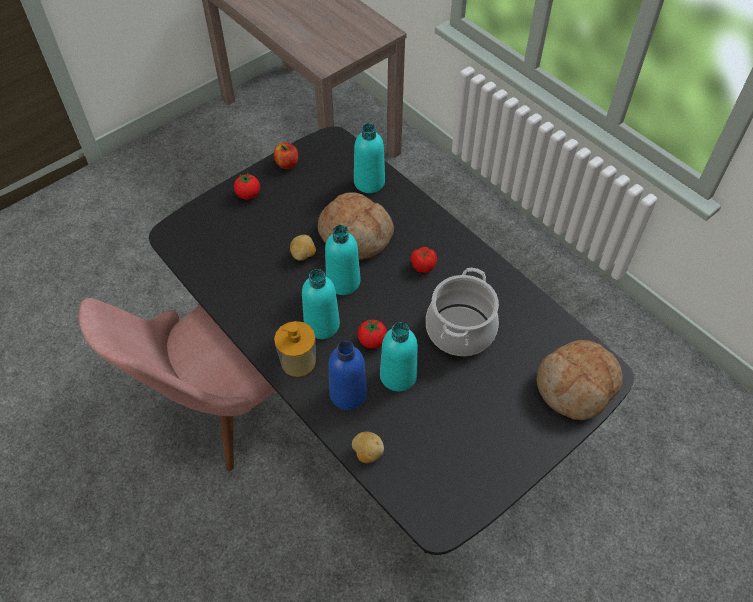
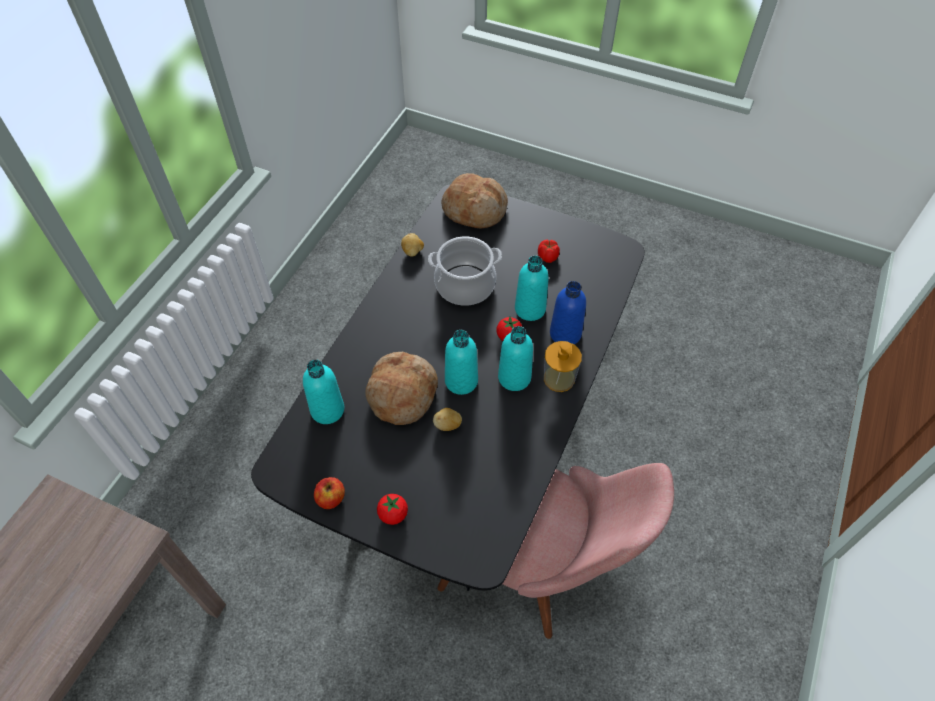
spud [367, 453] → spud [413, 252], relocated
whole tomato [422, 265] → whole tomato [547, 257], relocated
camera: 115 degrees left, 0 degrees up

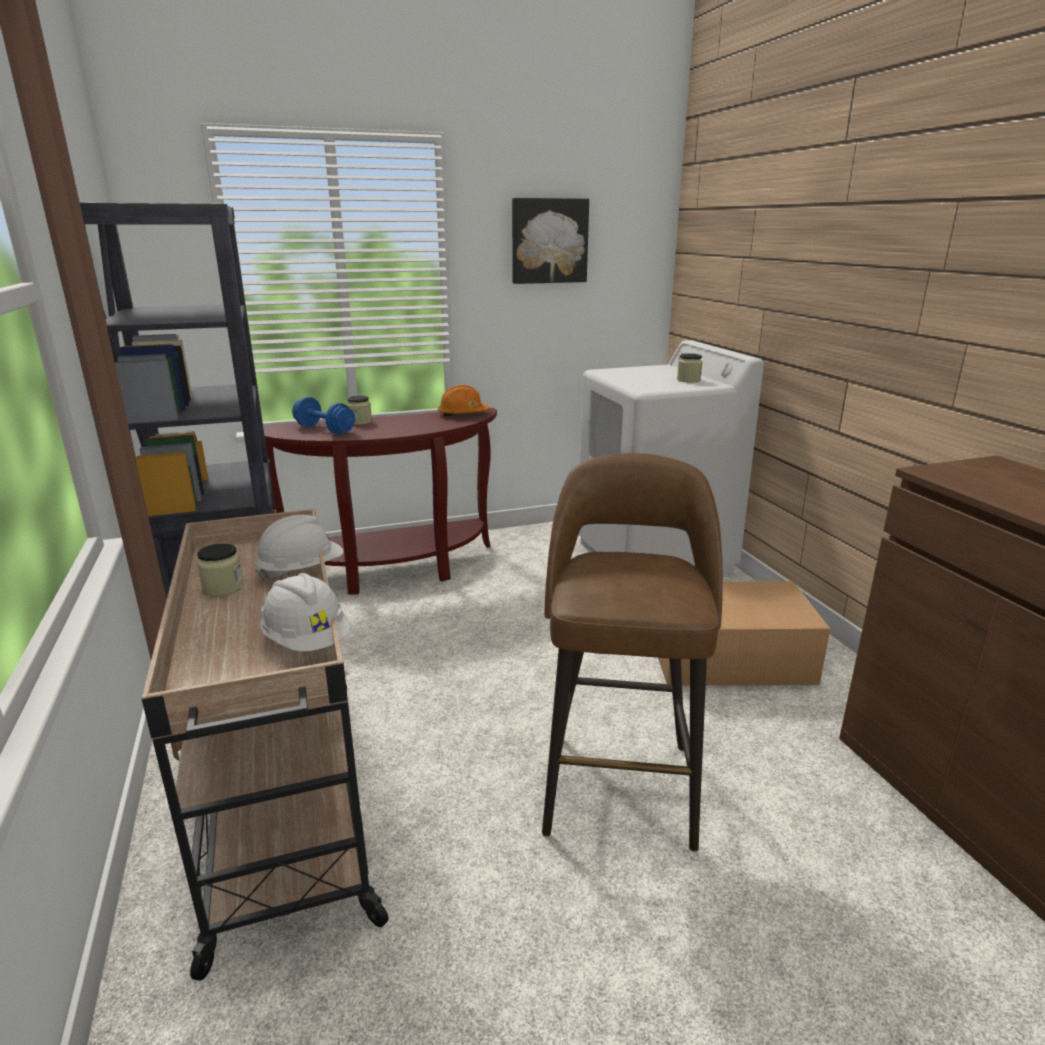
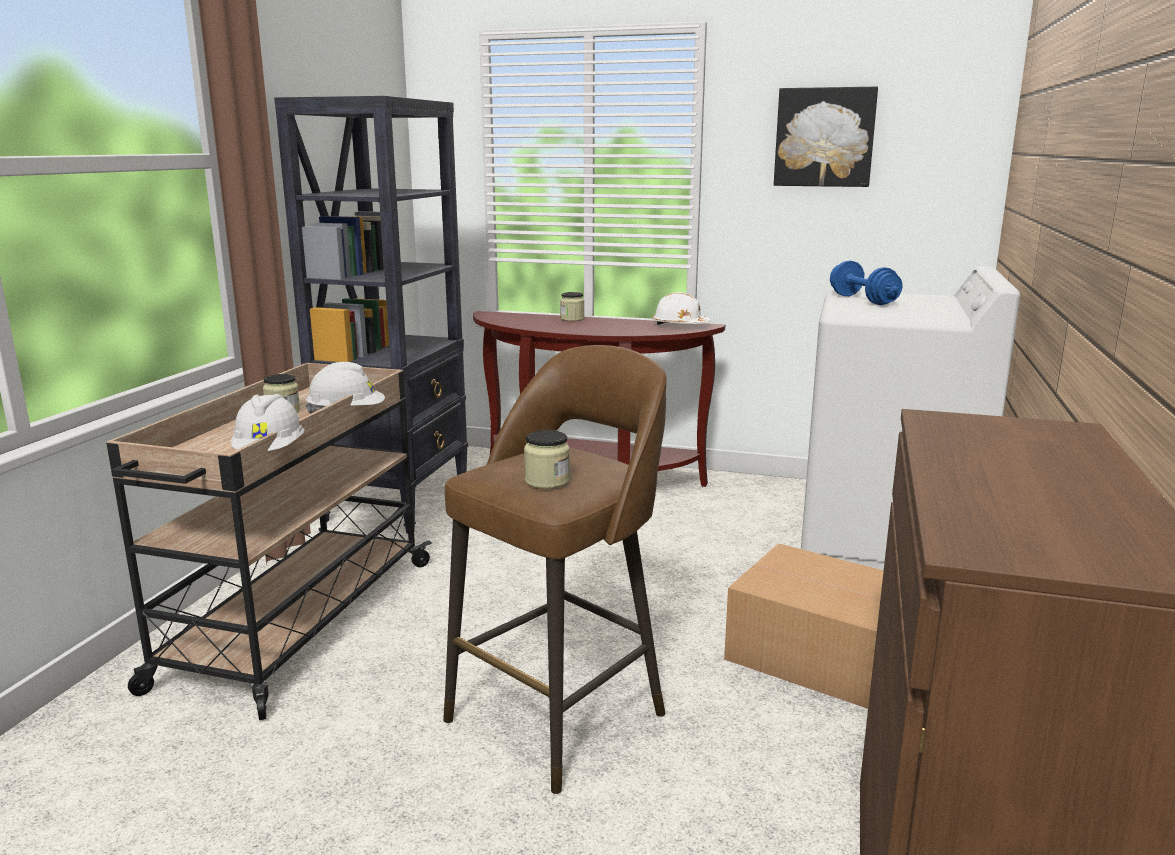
blue-coloured hand weight [324, 430] → blue-coloured hand weight [863, 300], relocated
orange-coloured work helmet [463, 414] → white-coloured work helmet [680, 325]
storage jar [688, 380] → storage jar [547, 481], relocated
camera: 35 degrees right, 5 degrees down

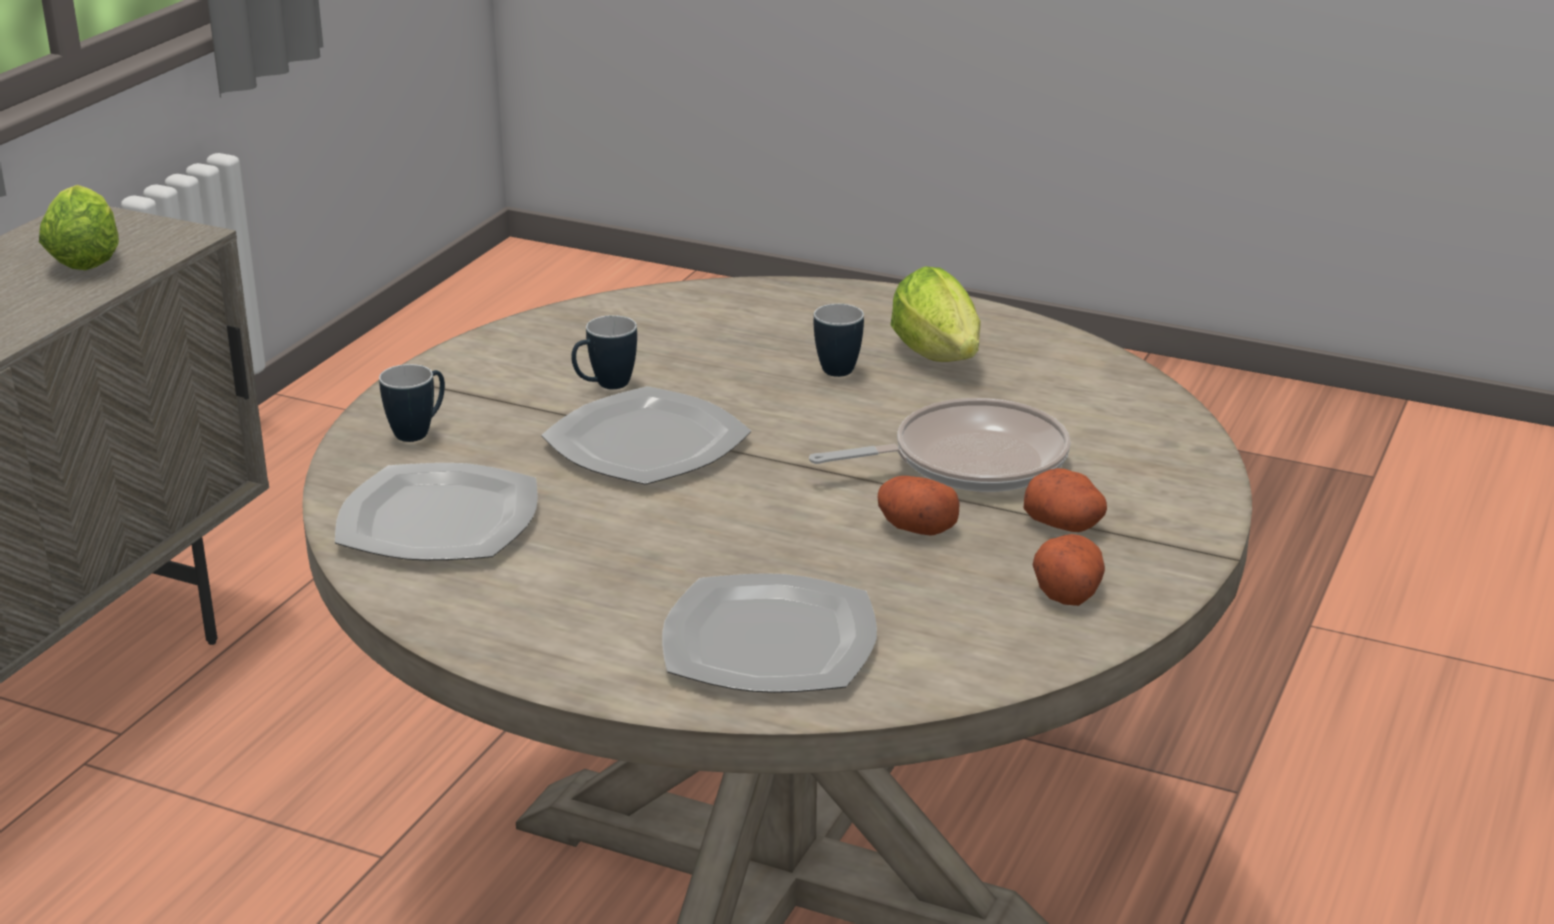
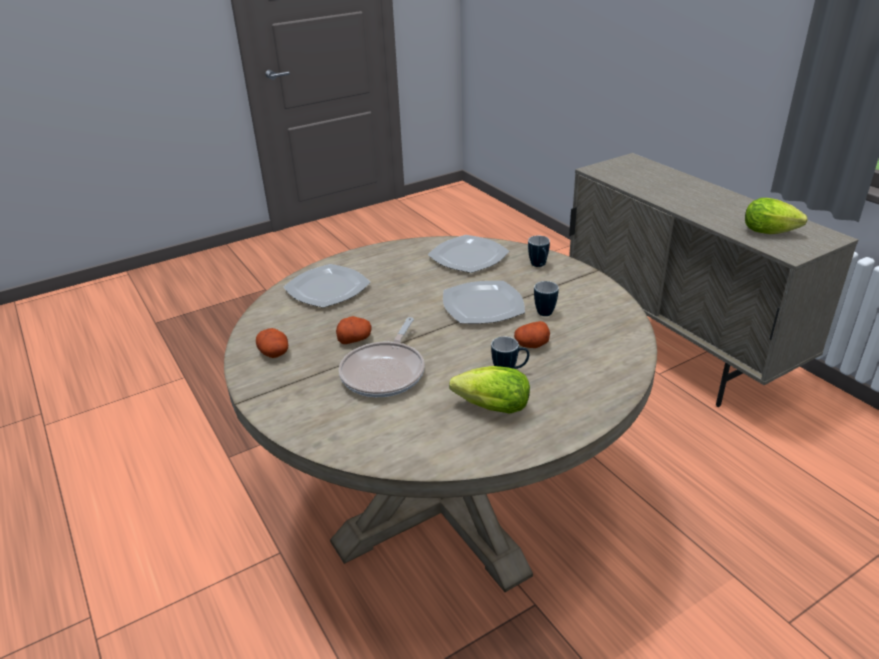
spud [1065, 524] → spud [531, 345], relocated
camera: 125 degrees right, 5 degrees up

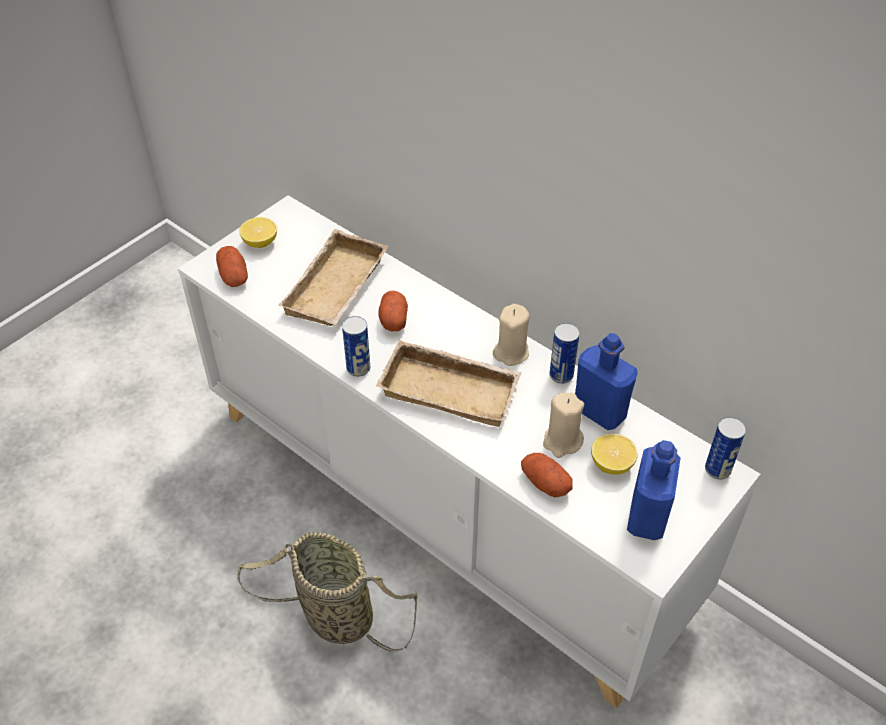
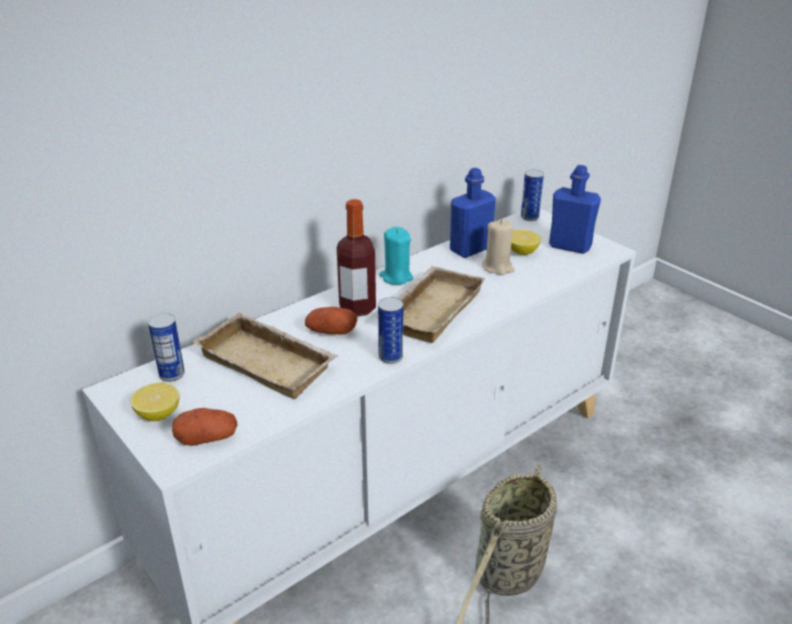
beige wax candle [511, 352] → turquoise wax candle [396, 277]
spud [545, 483] → -
can [561, 375] → can [172, 374], relocated
- → bottle [357, 308]
camera: 80 degrees left, 15 degrees down

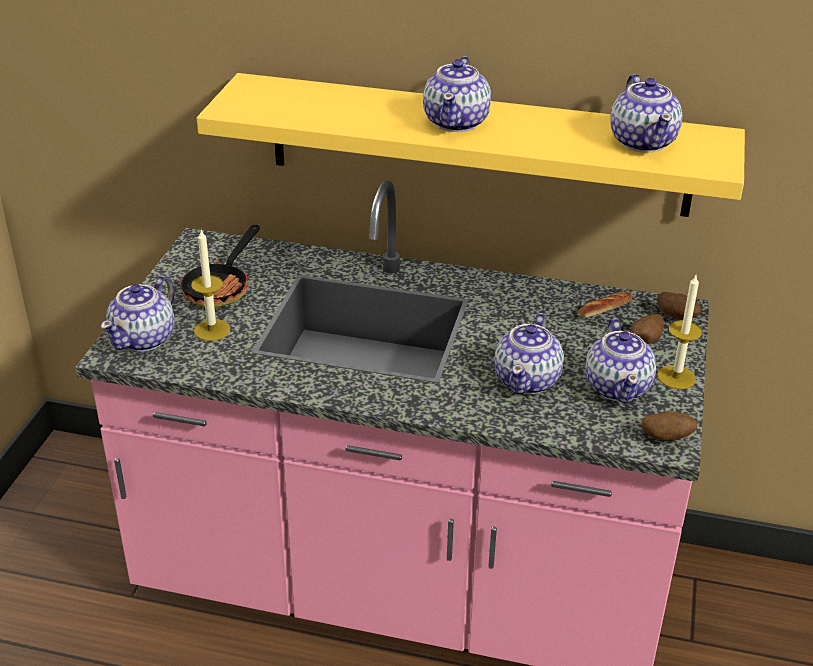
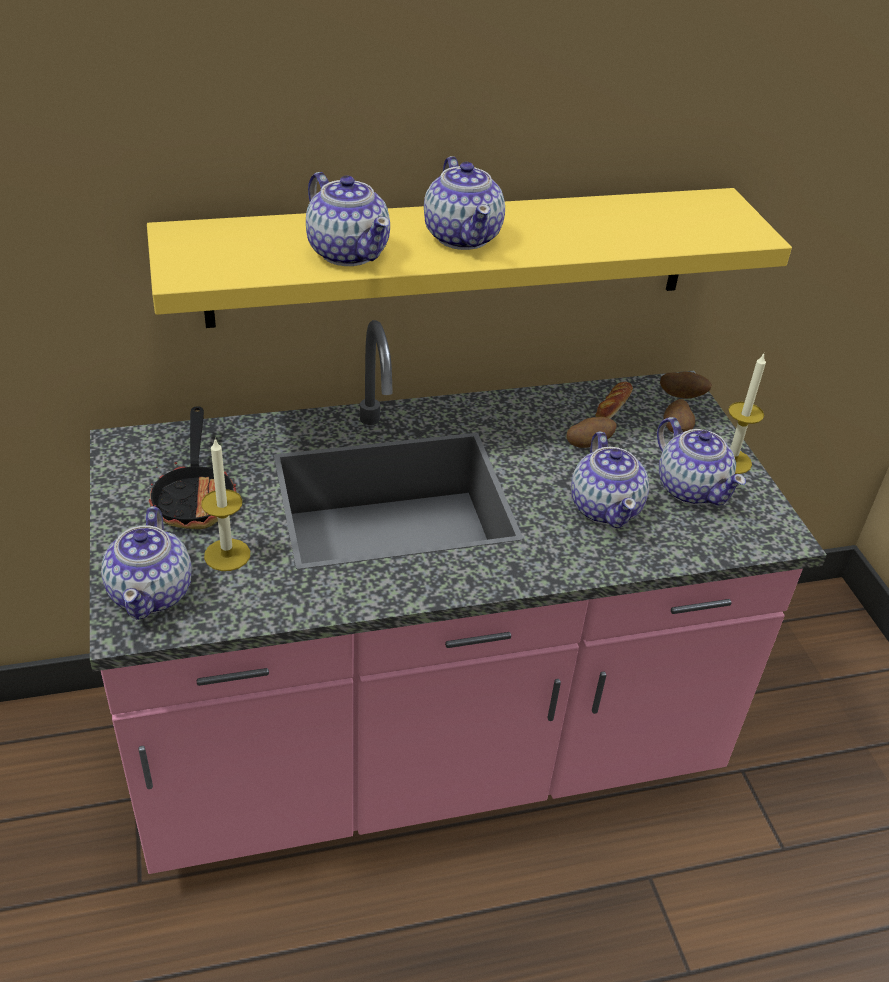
tea pot [643, 142] → tea pot [348, 252], relocated
spud [666, 438] → spud [588, 444], relocated
camera: 30 degrees left, 5 degrees up

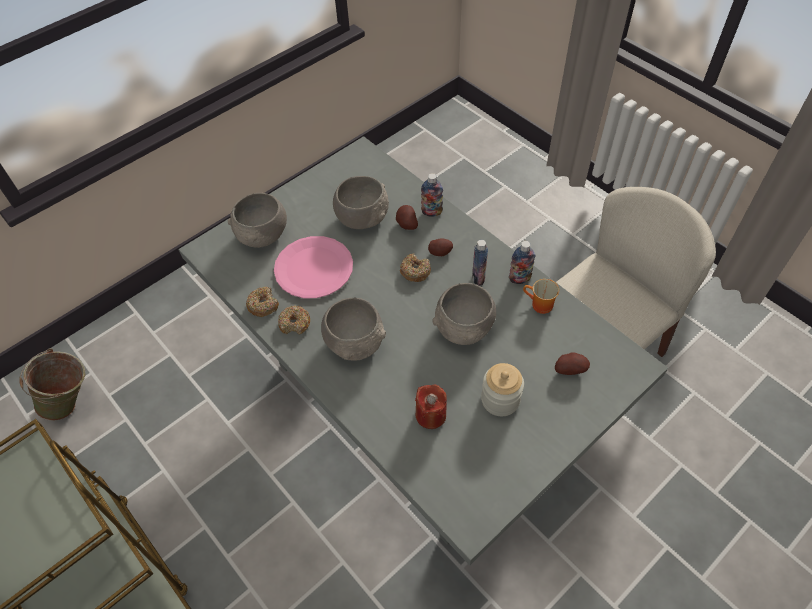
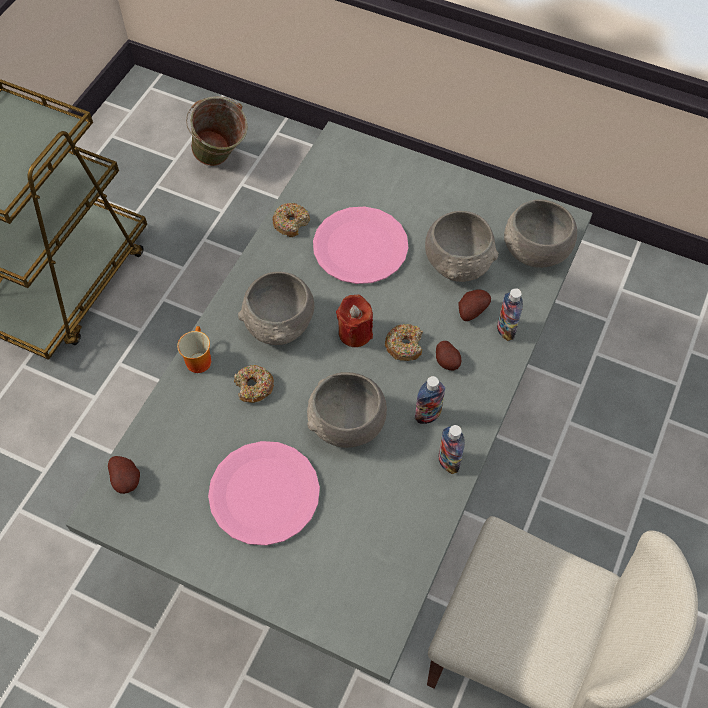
greyish deep dish [263, 235] → greyish deep dish [535, 251], relocated
donut [295, 323] → donut [254, 387], relocated
red-coloured wax candle [430, 415] → red-coloured wax candle [355, 333], relocated
storage jar [500, 399] → pinkish dinner plate [264, 494]
coffee mug [539, 305] → coffee mug [197, 359], relocated
spud [569, 369] → spud [127, 479], relocated
camera: 65 degrees right, 5 degrees up

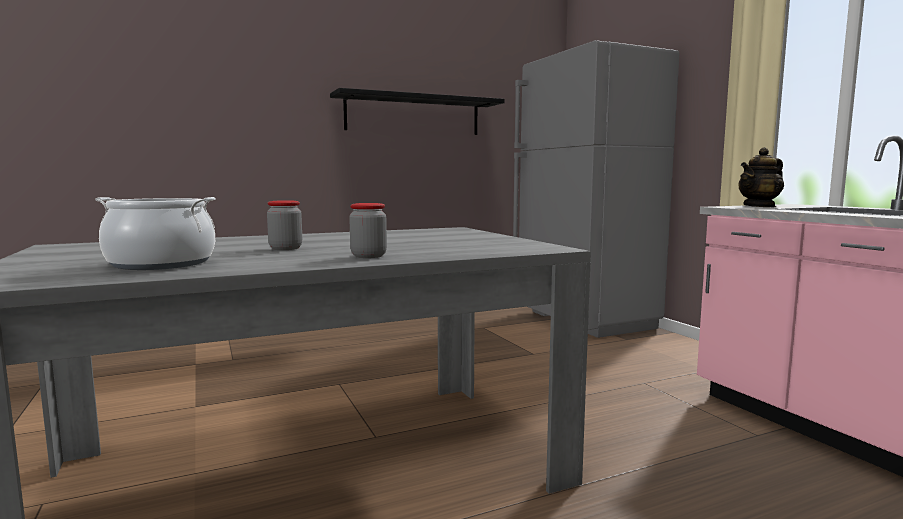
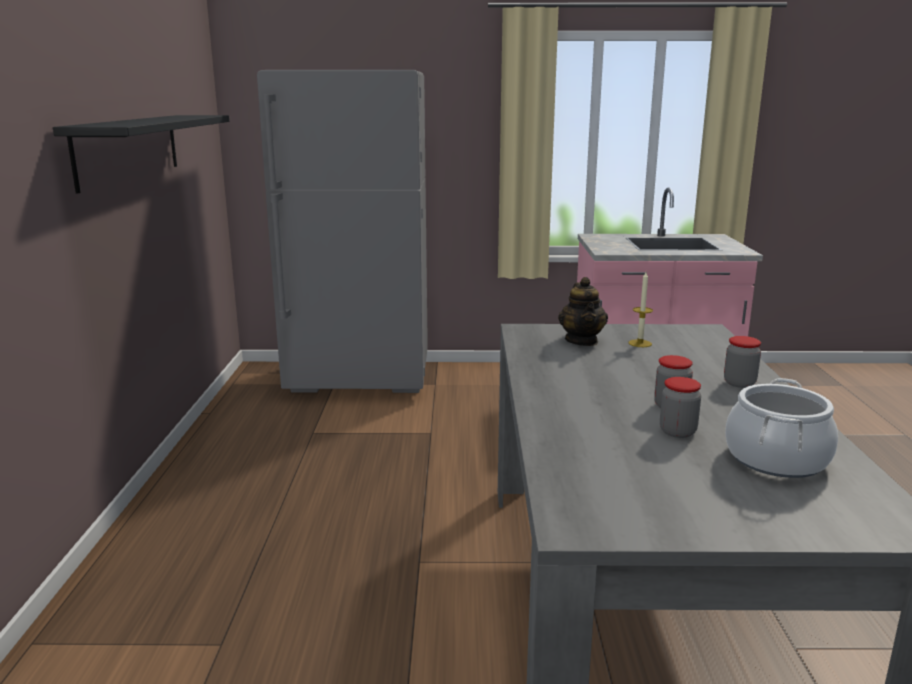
tea pot [759, 206] → tea pot [582, 341], relocated
- → wax candle [640, 343]
- → storage jar [677, 432]
camera: 65 degrees left, 10 degrees up

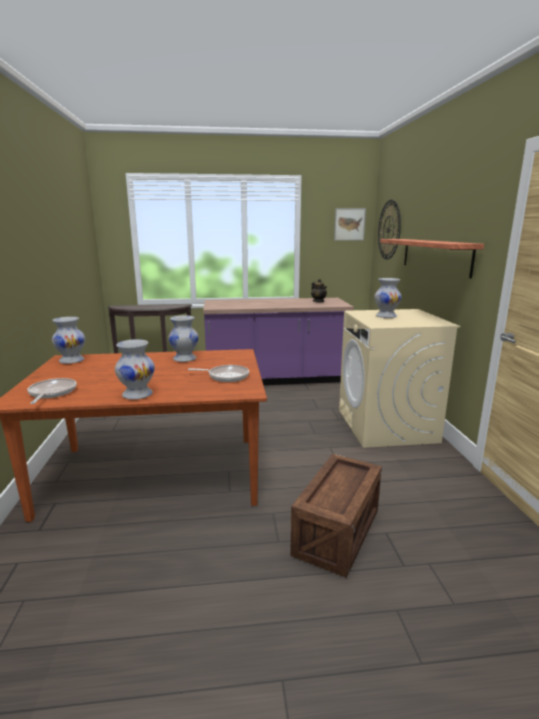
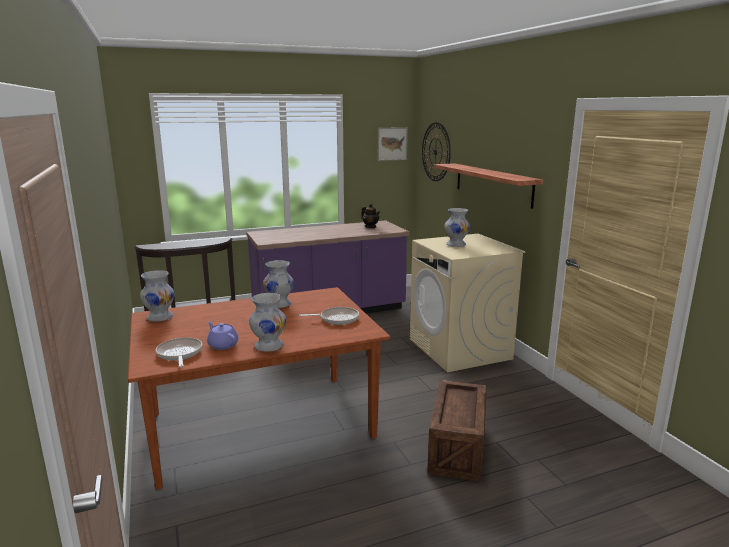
- → purplish tea pot [222, 345]
camera: 15 degrees left, 0 degrees up

